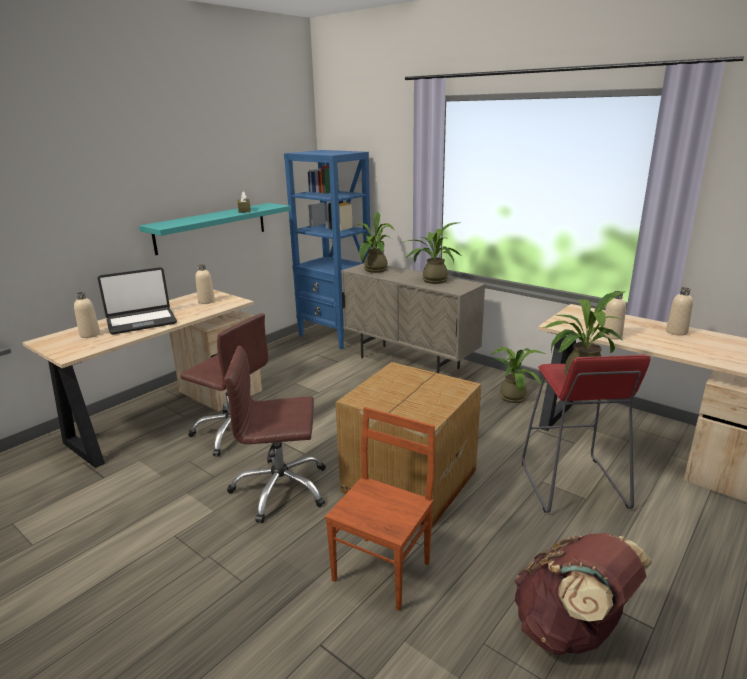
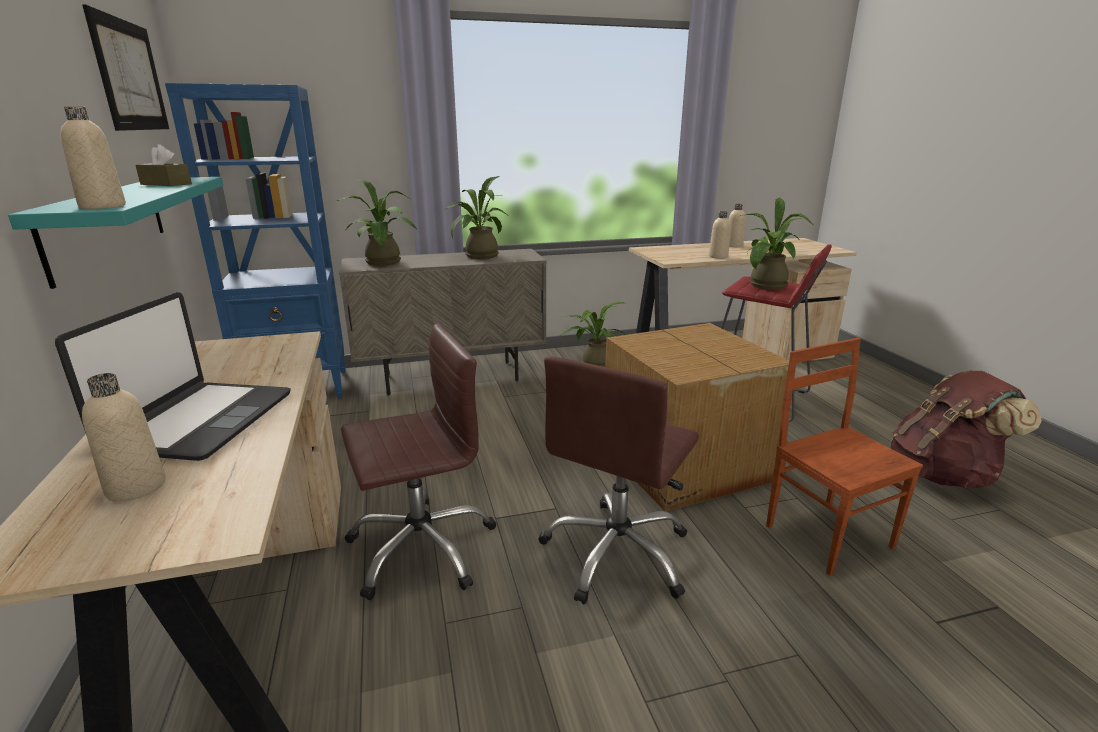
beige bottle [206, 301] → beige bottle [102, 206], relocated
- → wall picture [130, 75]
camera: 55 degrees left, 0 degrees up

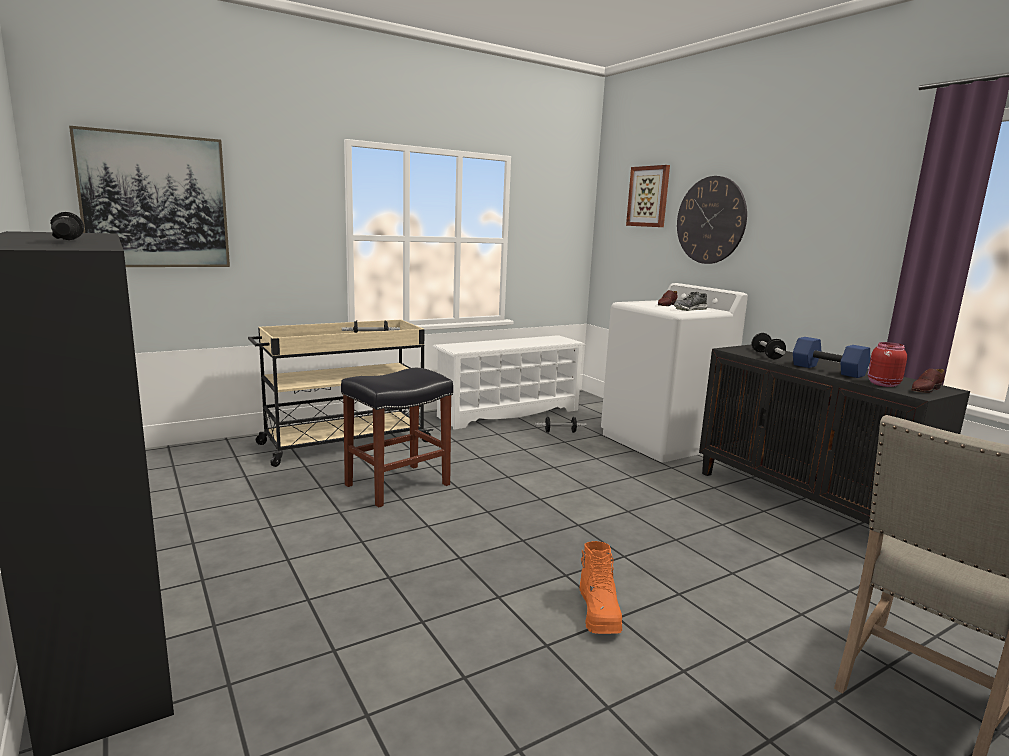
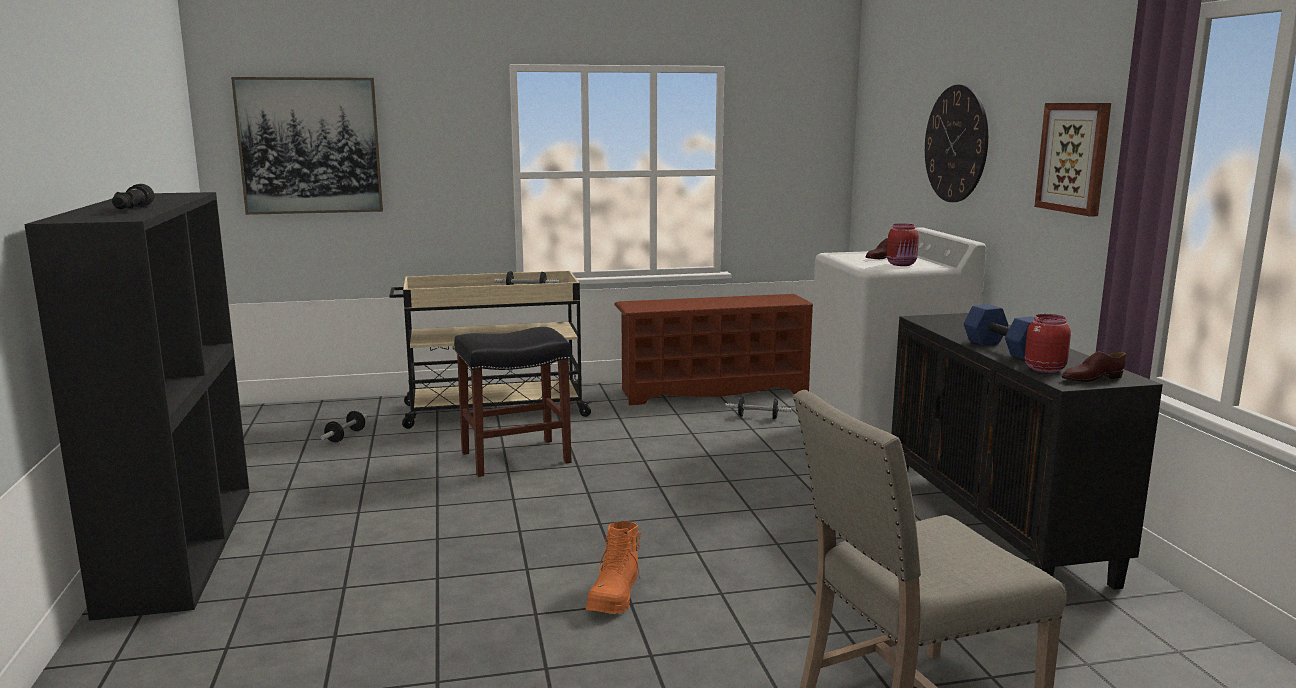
white-coloured shoe shelf [508, 413] → brownish shoe shelf [713, 391]
wall picture [648, 196] → wall picture [1074, 157], relocated
item of footwear [690, 309] → red-coloured storage jar [902, 264]
hand weight [766, 355] → hand weight [345, 436], relocated
camera: 20 degrees right, 0 degrees up

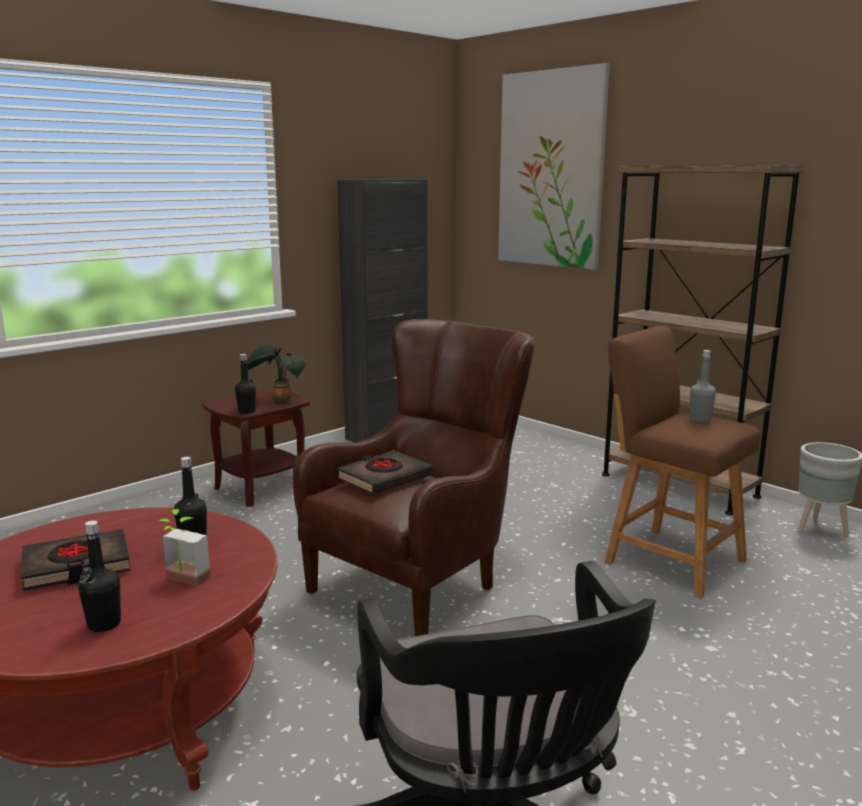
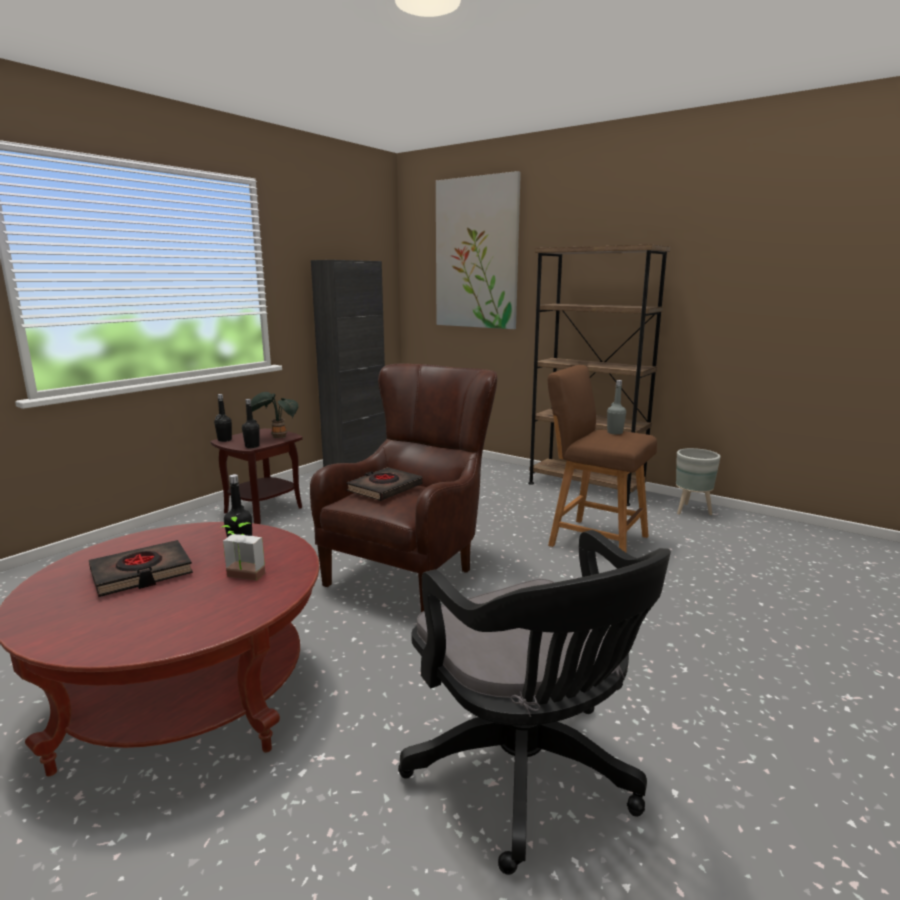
black bottle [104, 624] → black bottle [224, 440], relocated
camera: 10 degrees left, 0 degrees up

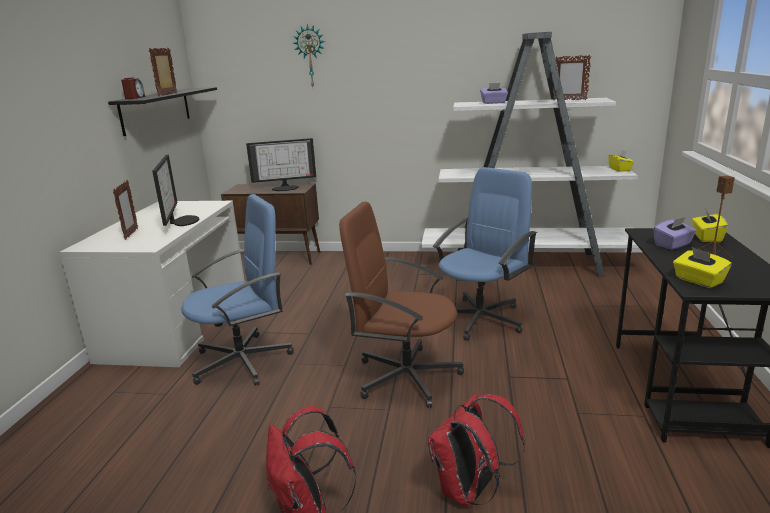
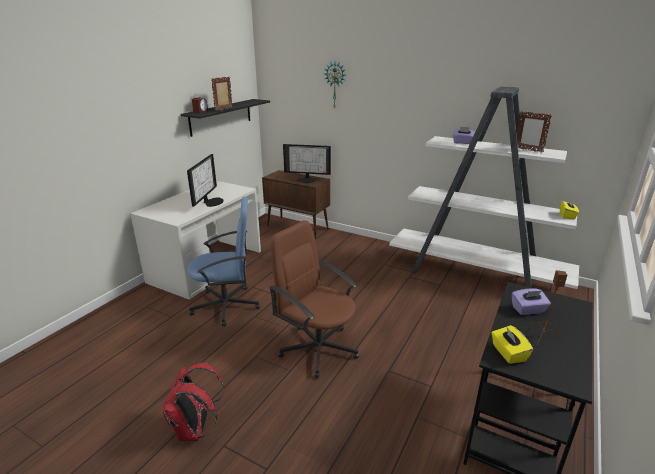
picture frame [131, 234] → -
red-coloured rucksack [470, 492] → -
blue-coloured office chair [481, 319] → -
yellow tissue box [706, 237] → -
camera: 20 degrees right, 5 degrees up

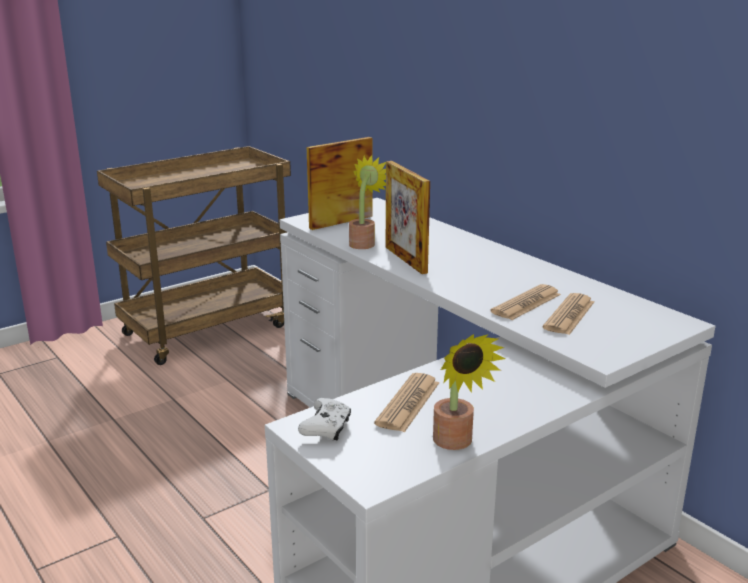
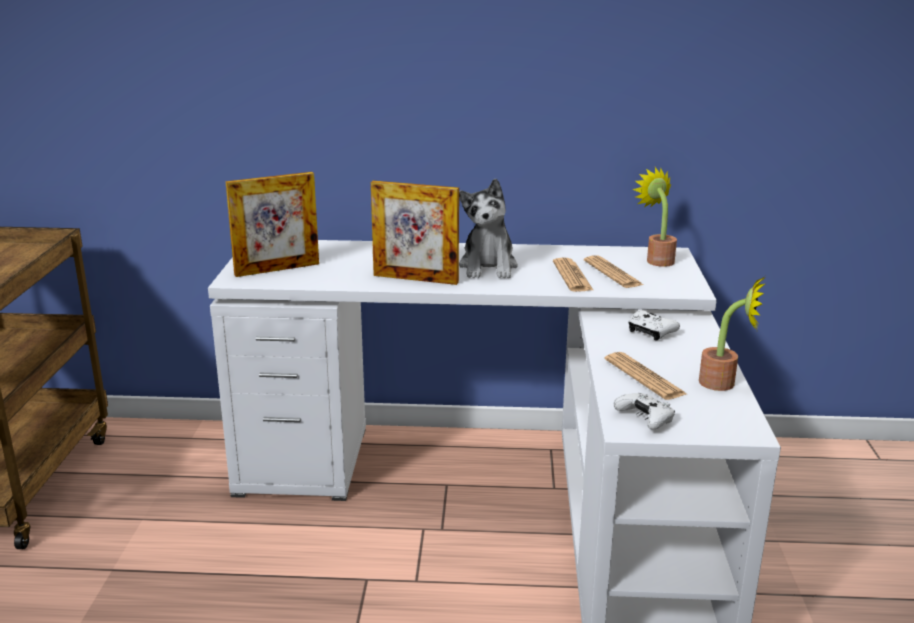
picture frame [341, 222] → picture frame [277, 269], 120 degrees counterclockwise
houseplant [364, 243] → houseplant [657, 260], relocated
- → soft toy [488, 267]
- → white-coloured gamepad [650, 332]
camera: 50 degrees left, 0 degrees up

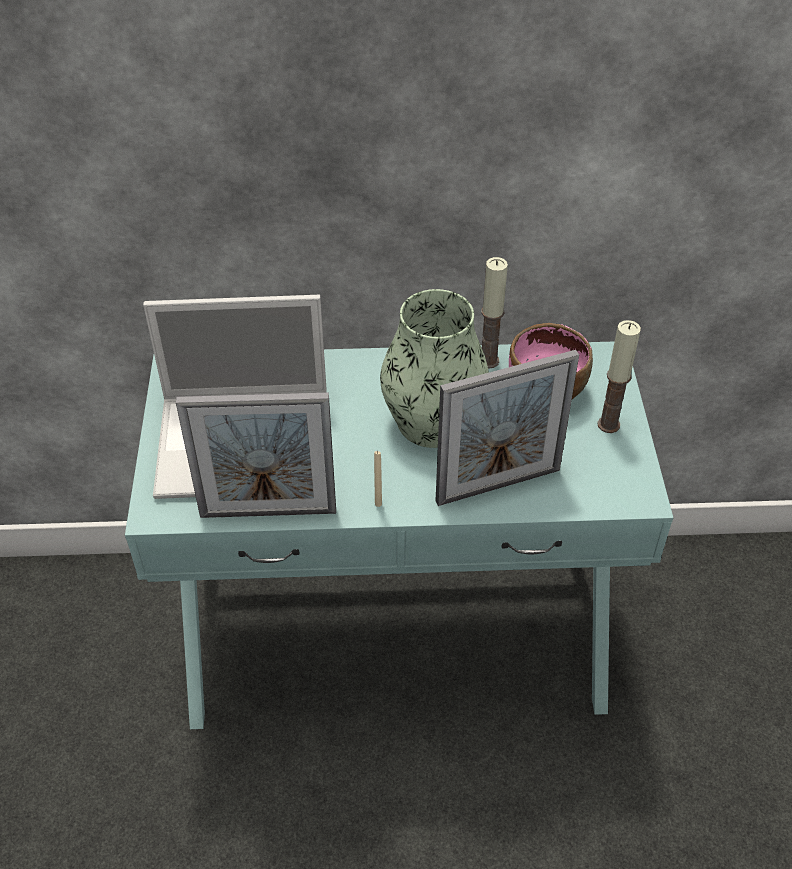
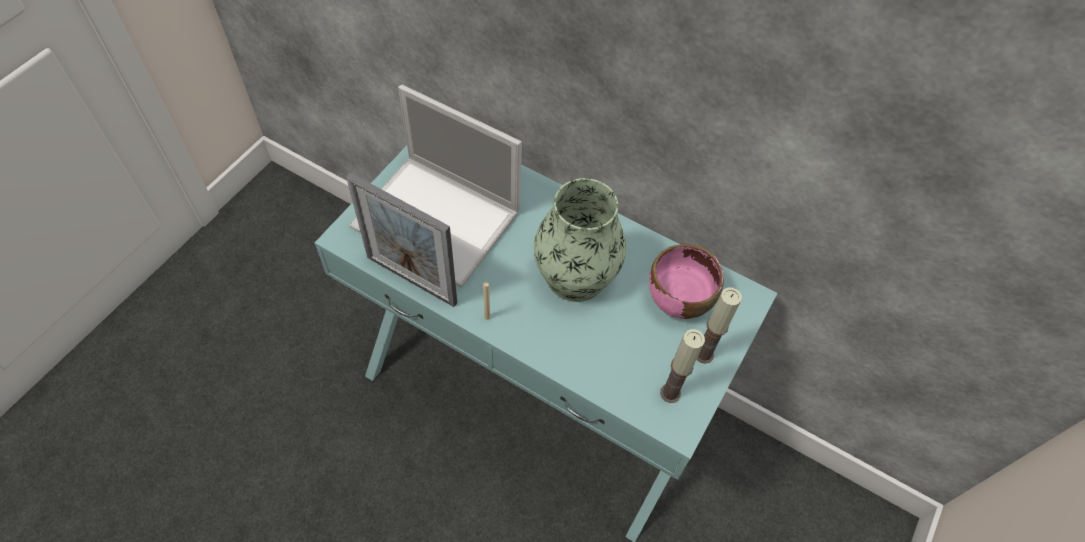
picture frame [498, 485] → -
wax candle [488, 361] → wax candle [670, 393], relocated
camera: 30 degrees right, 10 degrees up

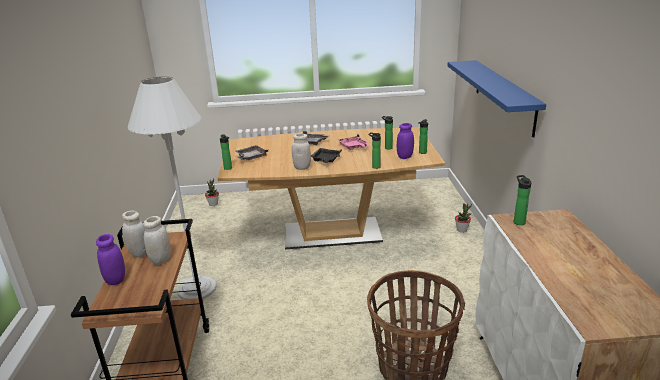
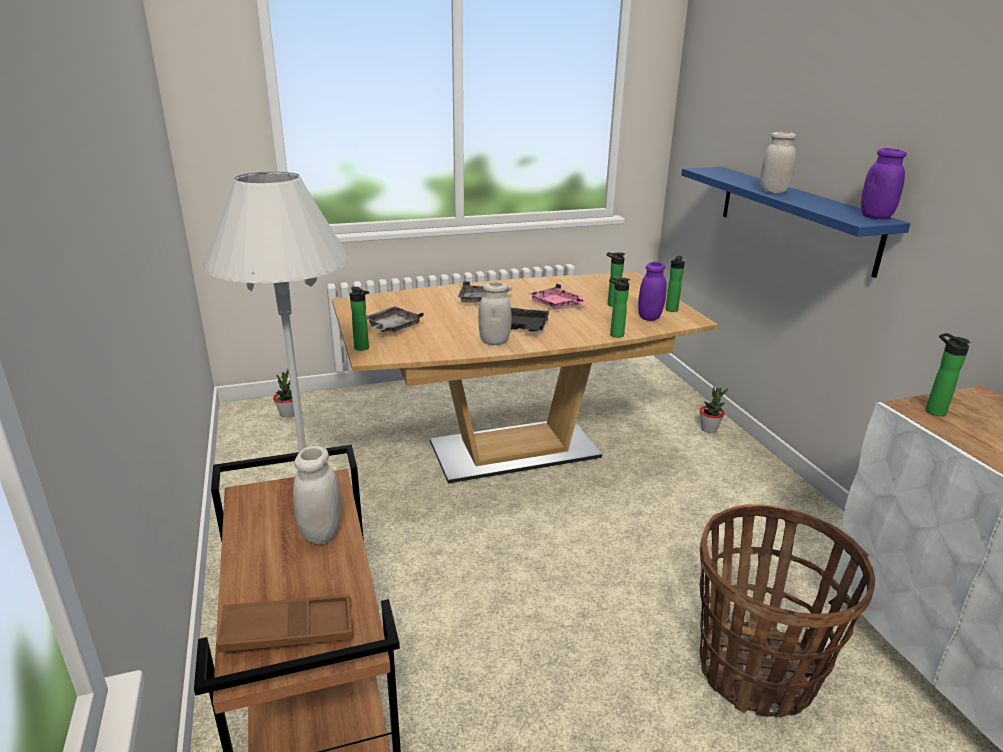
purplish storage jar [116, 280] → purplish storage jar [875, 217], relocated
white-coloured storage jar [139, 253] → white-coloured storage jar [773, 192], relocated
- → brownish carrying tray [288, 630]
camera: 15 degrees left, 0 degrees up

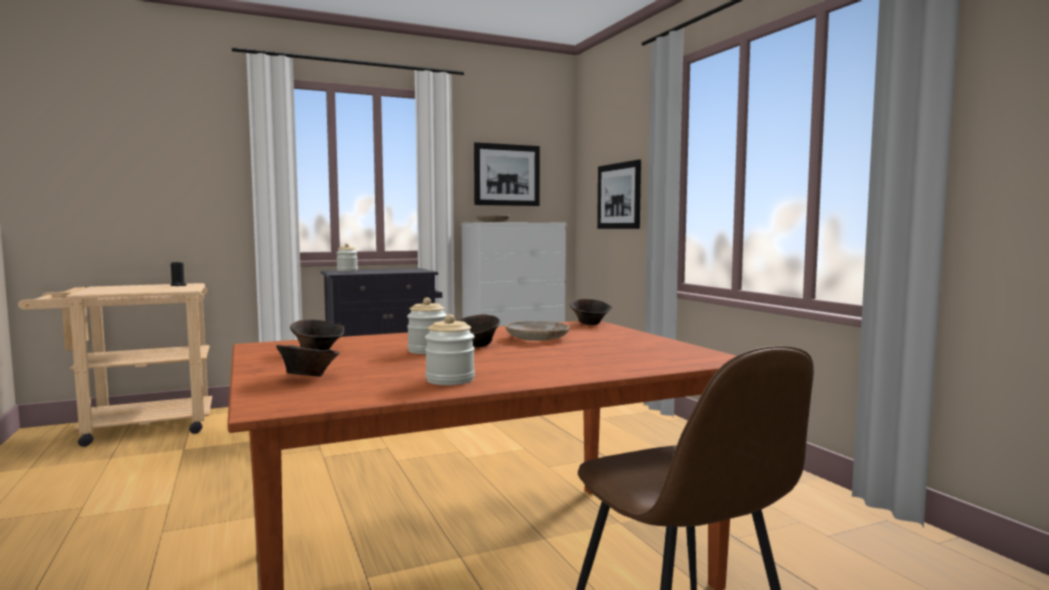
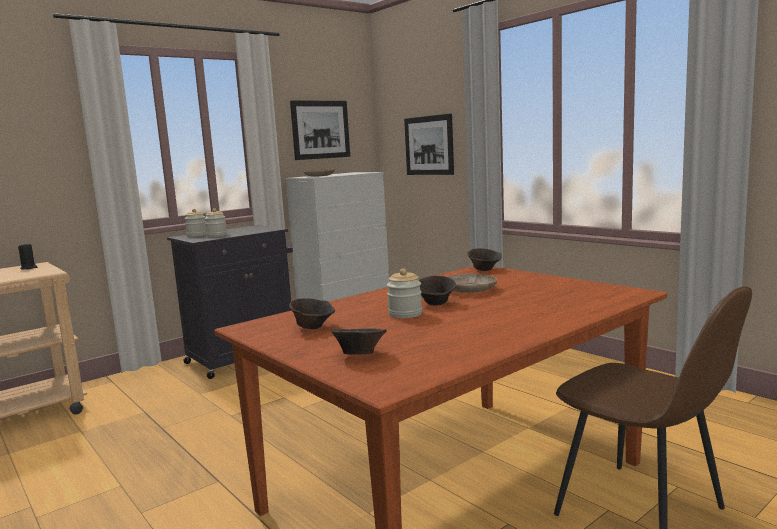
storage jar [450, 380] → storage jar [217, 235], relocated
camera: 15 degrees left, 5 degrees up

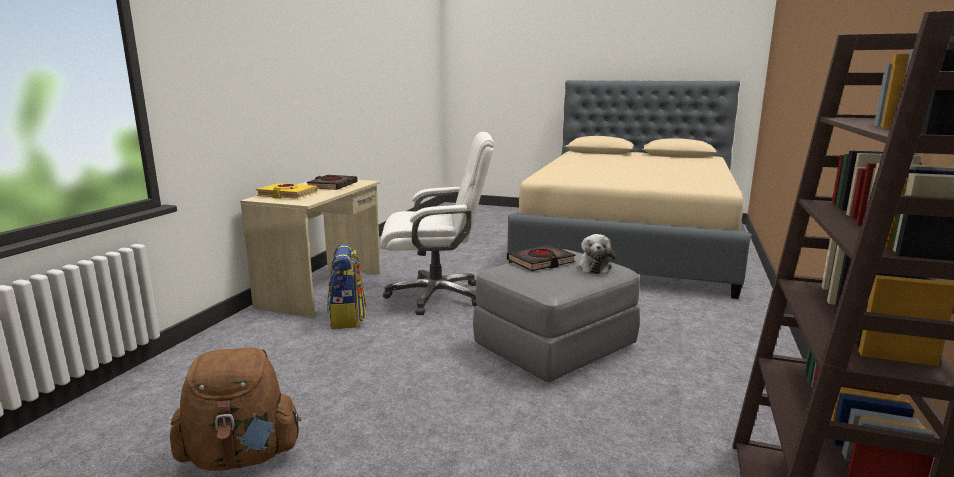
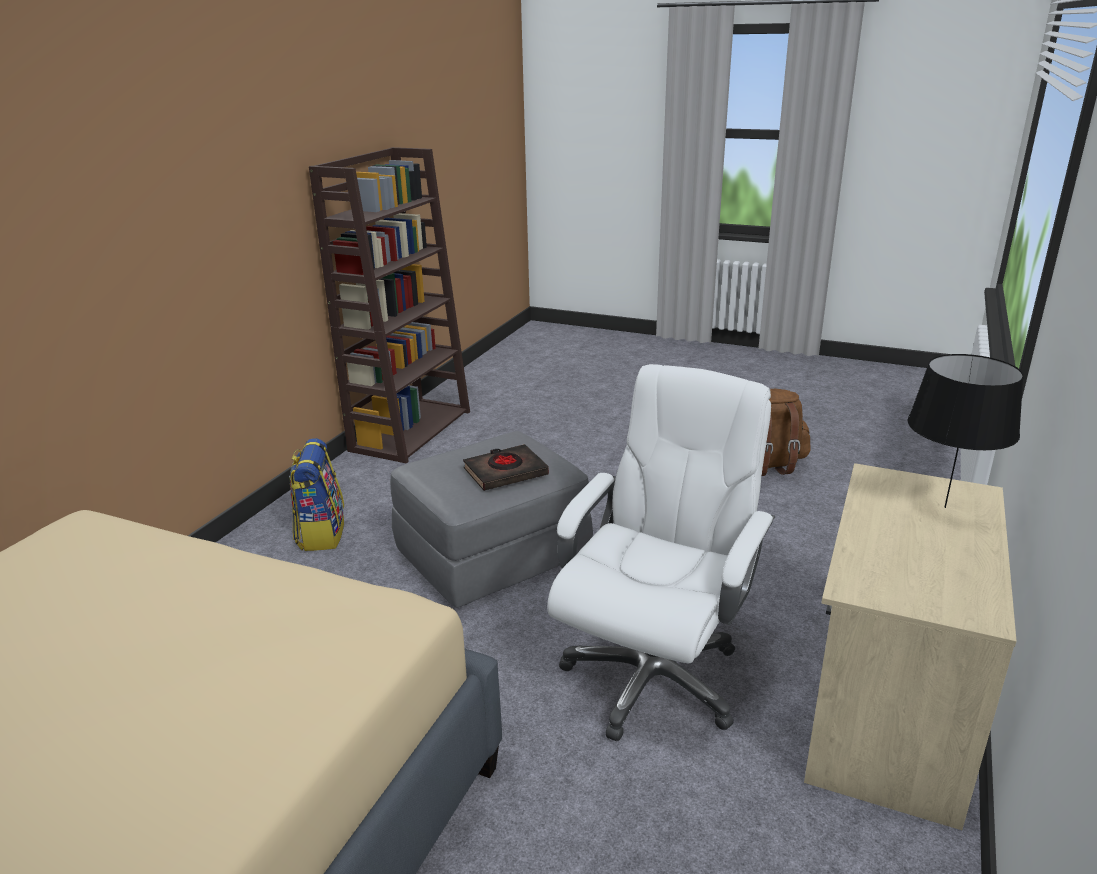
yellow volume [287, 195] → black lamp for a table [944, 507]
black volume [332, 186] → -
rucksack [348, 319] → rucksack [321, 533], relocated
white-coloured office chair [437, 296] → white-coloured office chair [653, 676], 120 degrees clockwise
soft toy [593, 267] → -
camera: 175 degrees left, 10 degrees up

